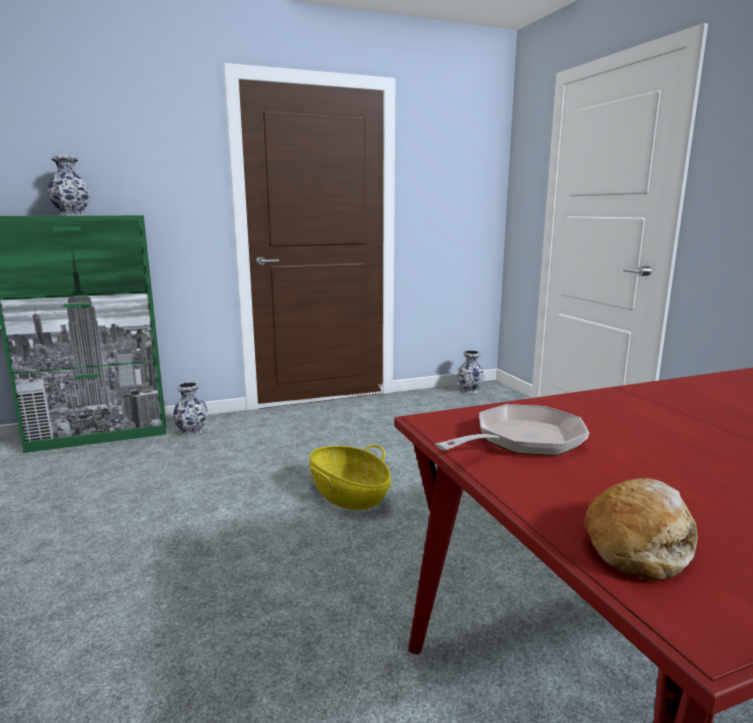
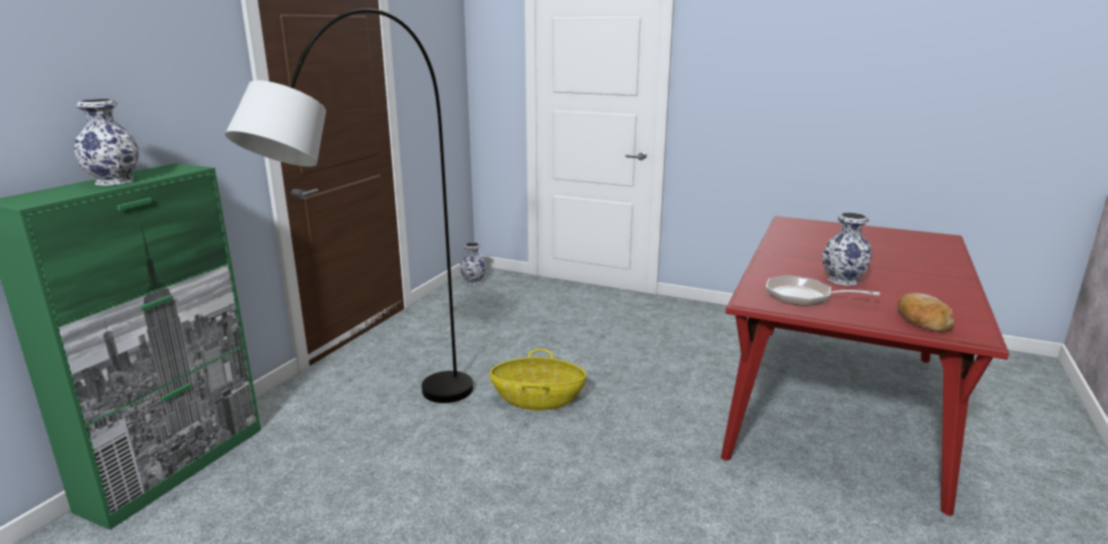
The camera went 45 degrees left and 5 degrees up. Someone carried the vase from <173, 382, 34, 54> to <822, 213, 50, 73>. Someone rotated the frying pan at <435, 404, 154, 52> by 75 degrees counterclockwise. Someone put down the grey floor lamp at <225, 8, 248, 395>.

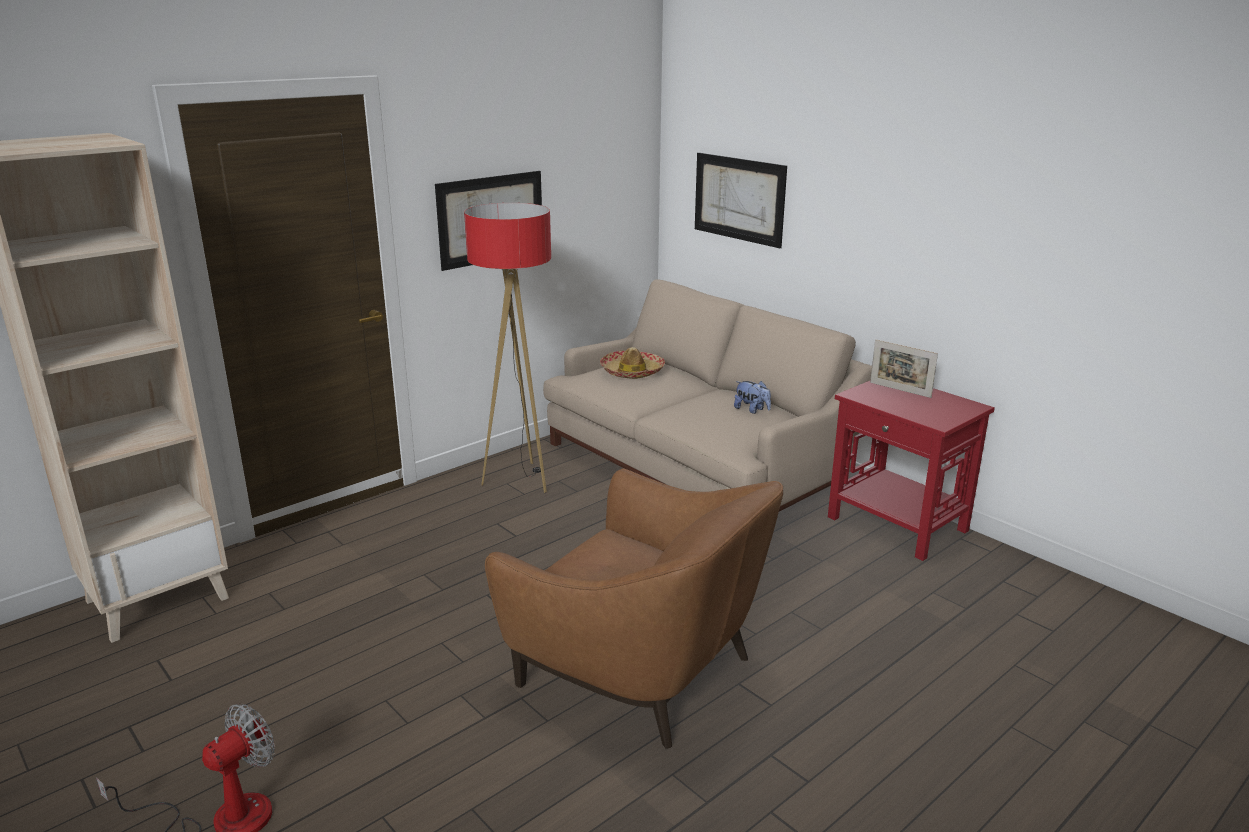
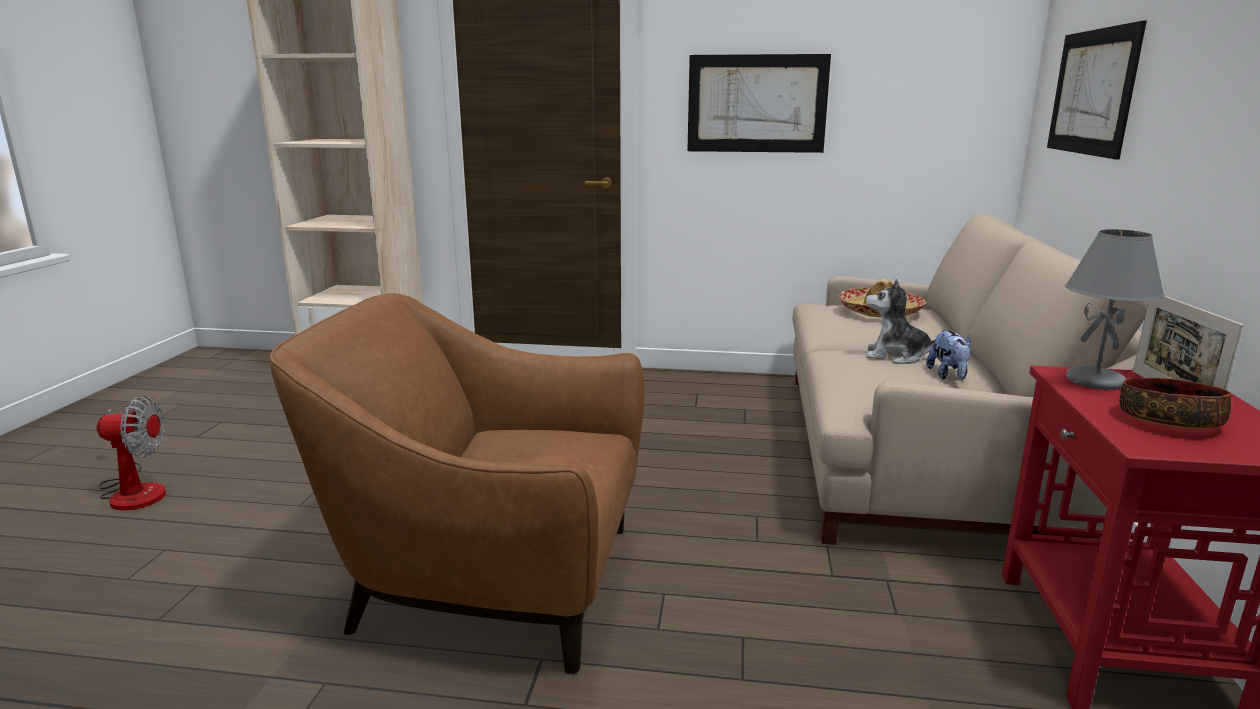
The camera went 50 degrees right and 5 degrees down. Someone took away the floor lamp at <464, 203, 87, 290>. Someone rotated the brown armchair at <485, 469, 298, 280> by 105 degrees clockwise. Someone put down the grey table lamp at <1065, 229, 100, 161>. Someone put down the plush toy at <866, 279, 78, 85>. Someone put down the bowl at <1119, 377, 112, 52>.

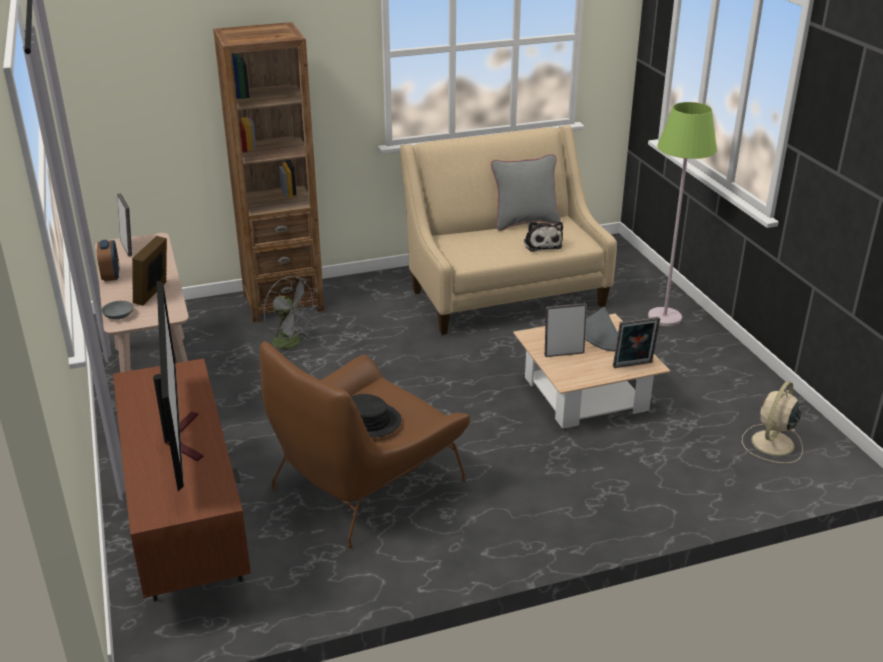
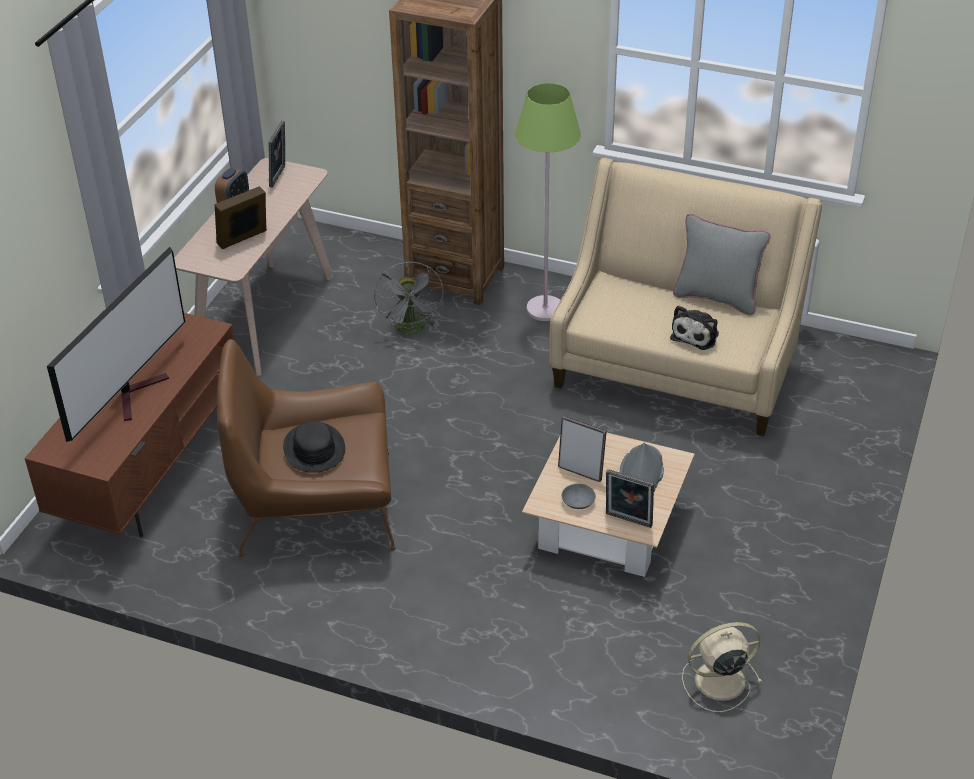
The camera went 40 degrees right and 10 degrees up. Someone carried the green floor lamp from <648, 102, 69, 224> to <515, 83, 66, 238>. Someone carried the grey bowl from <101, 301, 33, 18> to <562, 483, 34, 26>.

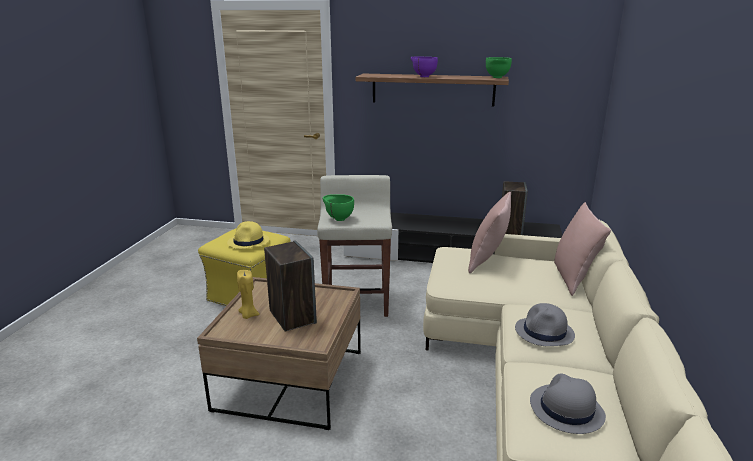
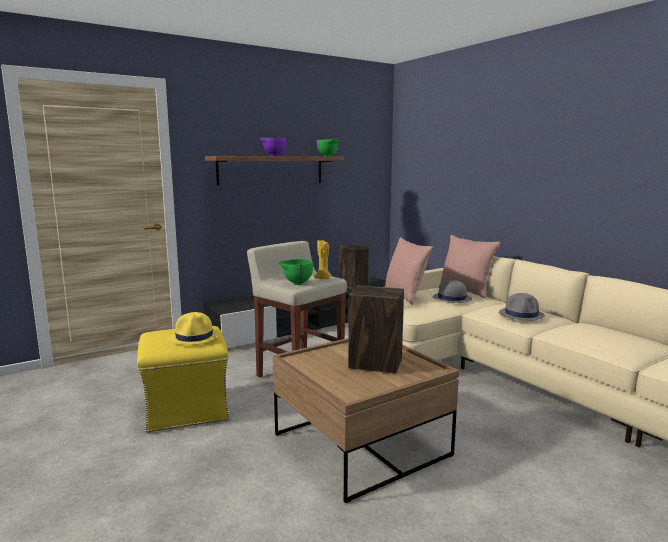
The camera went 45 degrees left and 10 degrees down. Someone carried the yellow candle from <237, 270, 23, 49> to <314, 240, 18, 39>. Someone carried the grey hat from <530, 373, 76, 61> to <433, 280, 39, 23>.

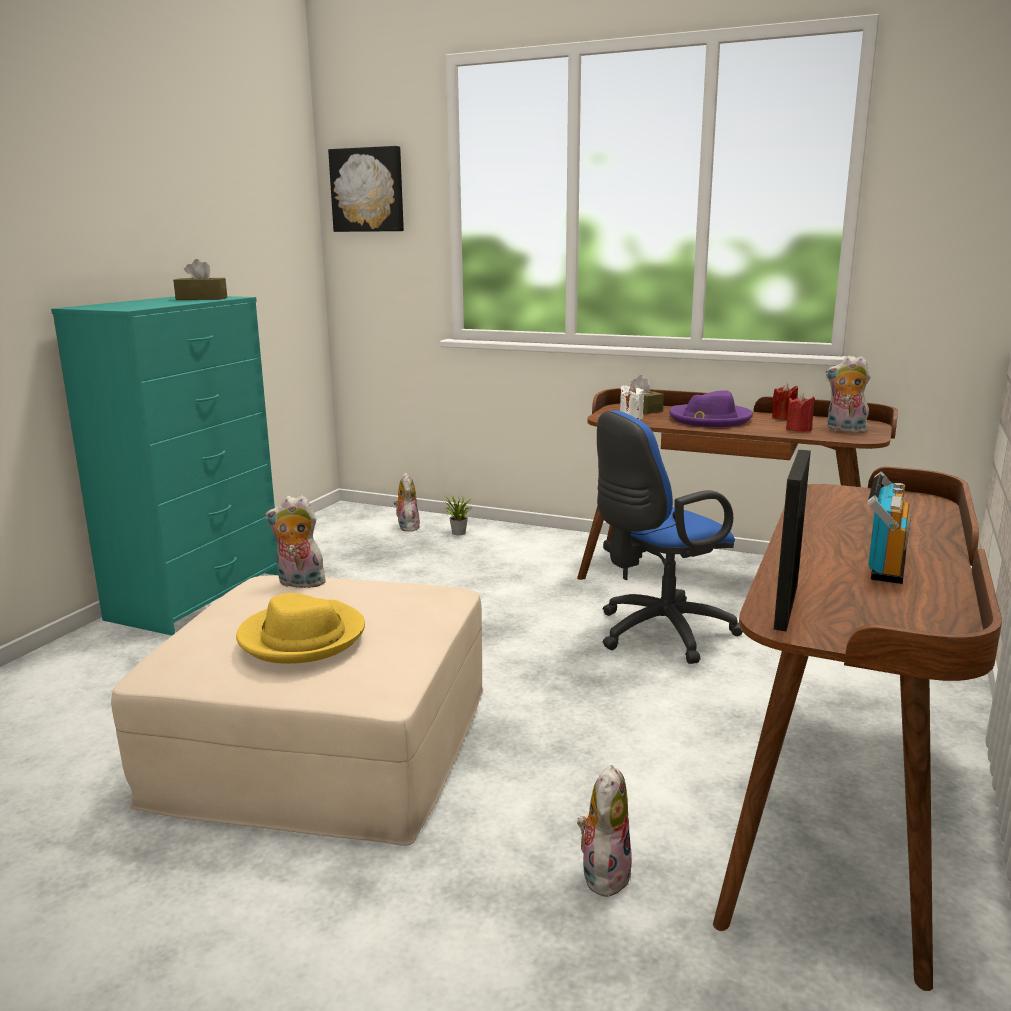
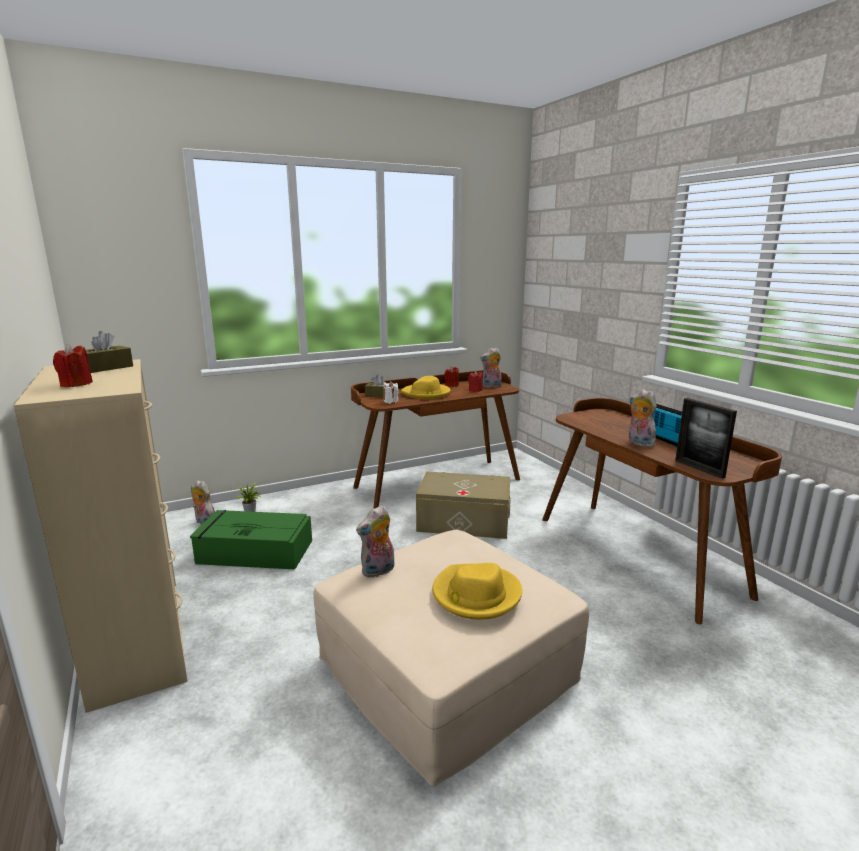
The camera went 50 degrees left and 0 degrees up. Someone took away the picture at <328, 146, 76, 86>. Someone repainted the turquoise dresser at <51, 296, 227, 340>, which became the beige dresser at <14, 359, 174, 354>. Someone repainted the purple hat at <669, 390, 84, 37>, which became the yellow hat at <401, 376, 50, 23>. Someone swapped the blue office chair at <597, 410, 145, 254> for the beige storage box at <416, 471, 95, 68>. Someone carried the plush toy from <575, 765, 57, 135> to <629, 389, 27, 58>. Someone put down the red candle at <53, 344, 40, 43>. Someone put down the green storage box at <190, 510, 122, 60>.

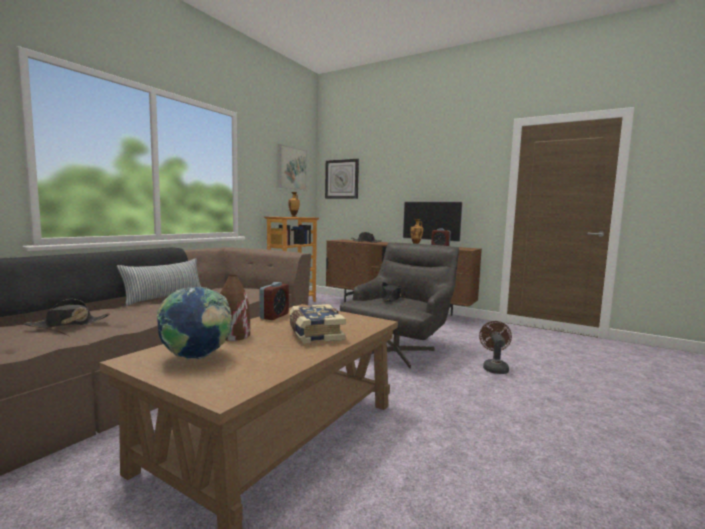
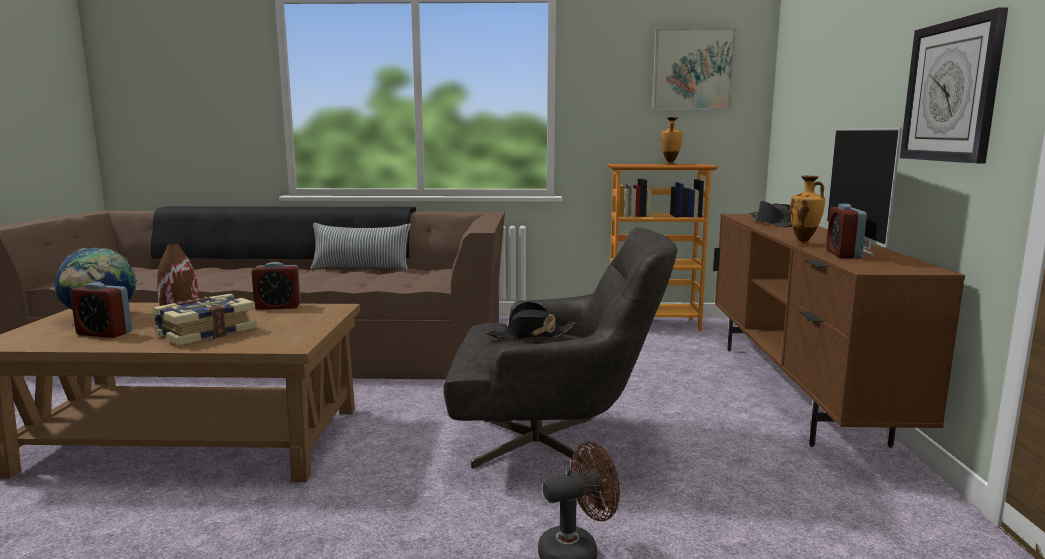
The camera went 60 degrees right and 5 degrees up. Someone carried the wall clock from <325, 159, 34, 40> to <900, 7, 108, 157>. Someone took away the black hat at <24, 299, 86, 29>. Someone put down the alarm clock at <70, 282, 62, 56>.

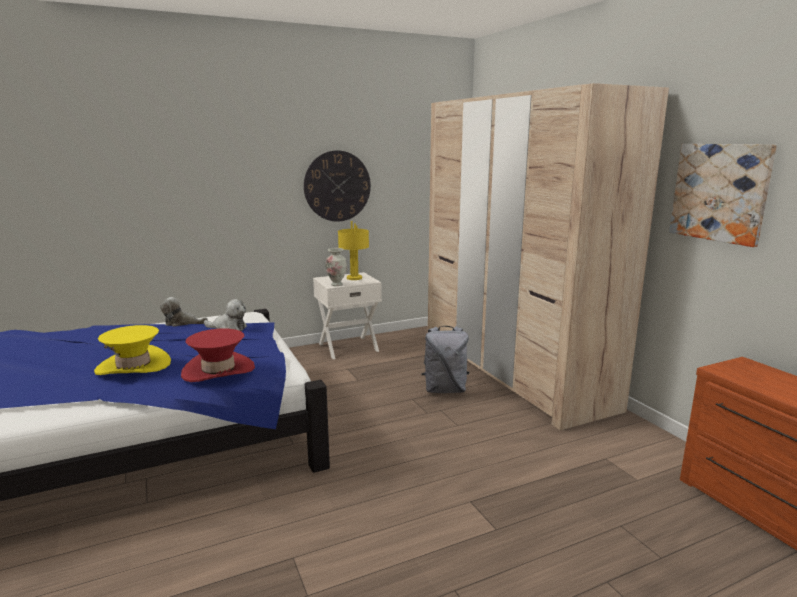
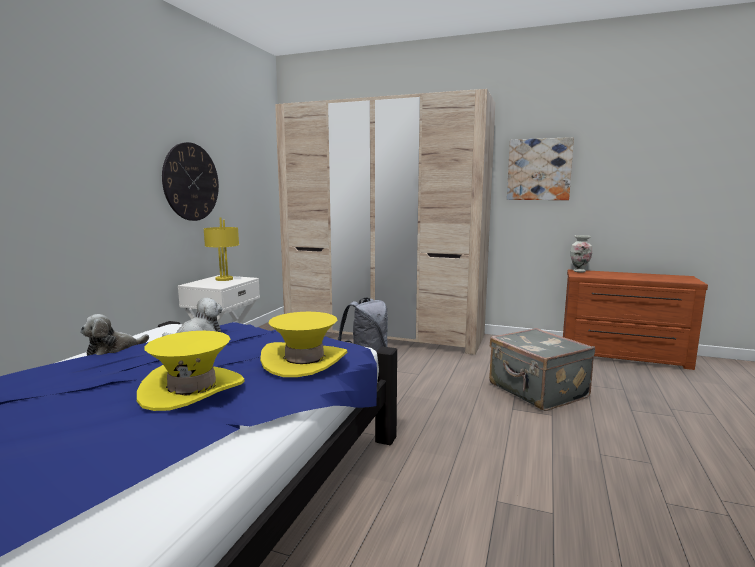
The camera went 45 degrees left and 5 degrees down. Someone carried the vase from <326, 248, 21, 38> to <570, 235, 23, 37>. Someone repainted the red hat at <181, 329, 74, 53>, which became the yellow hat at <260, 312, 88, 65>. Someone put down the grey suitcase at <489, 328, 106, 83>.

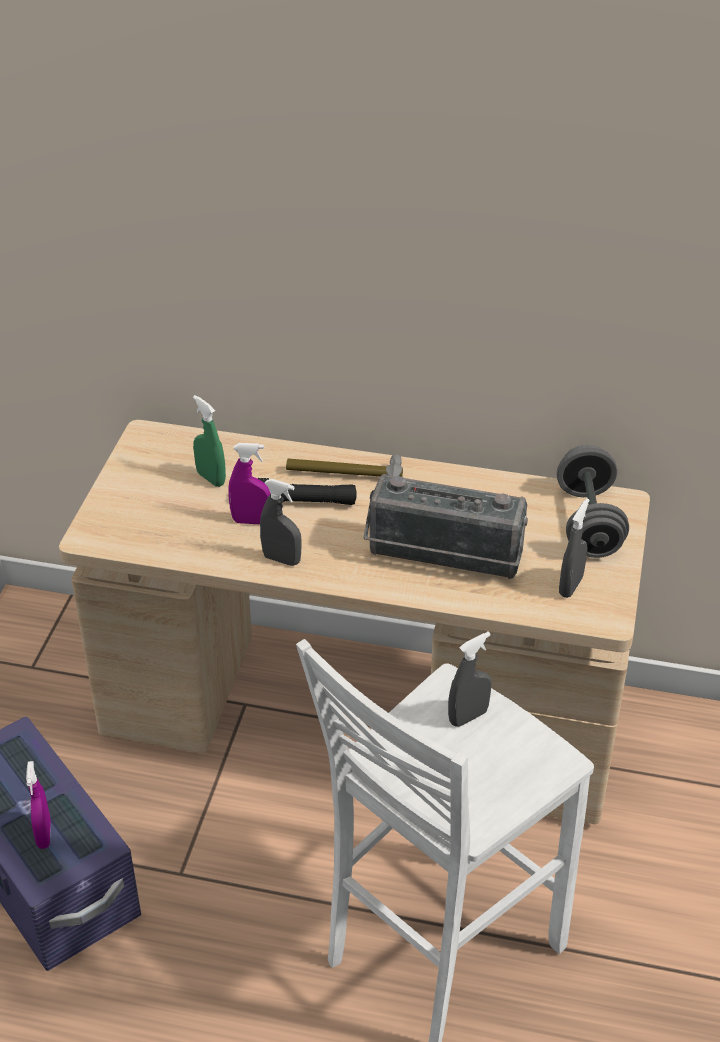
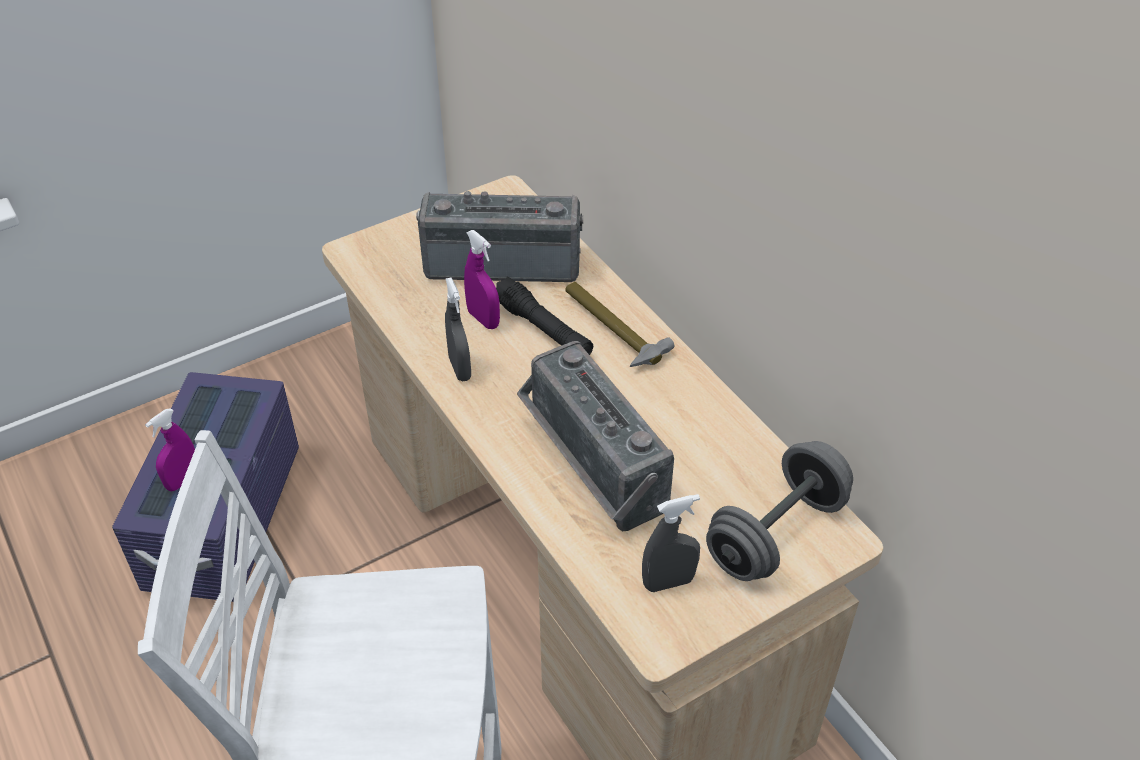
The camera went 45 degrees right and 5 degrees up. Someone swapped the green spray bottle at <193, 395, 33, 92> for the radio at <416, 191, 167, 91>. Someone took away the grey spray bottle at <448, 632, 43, 95>.

